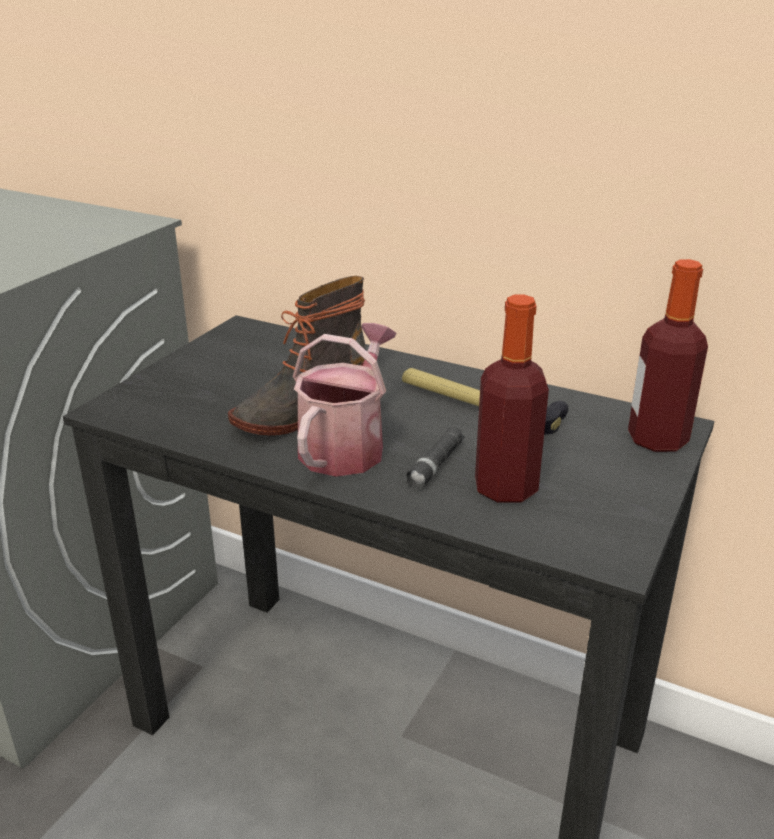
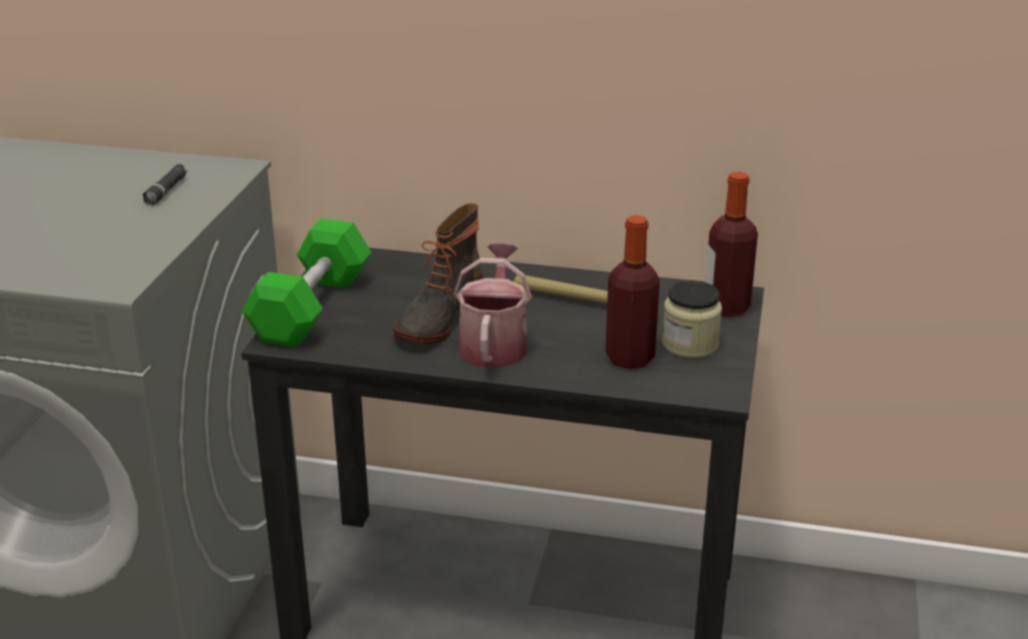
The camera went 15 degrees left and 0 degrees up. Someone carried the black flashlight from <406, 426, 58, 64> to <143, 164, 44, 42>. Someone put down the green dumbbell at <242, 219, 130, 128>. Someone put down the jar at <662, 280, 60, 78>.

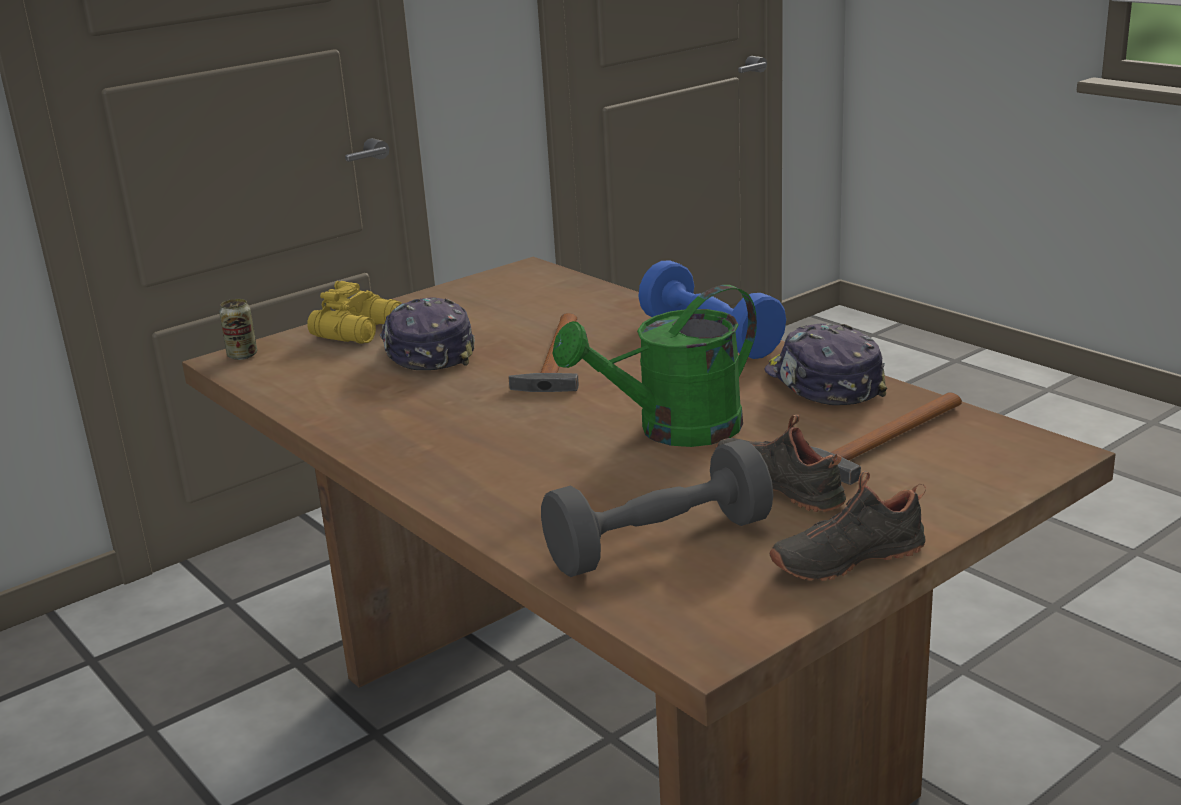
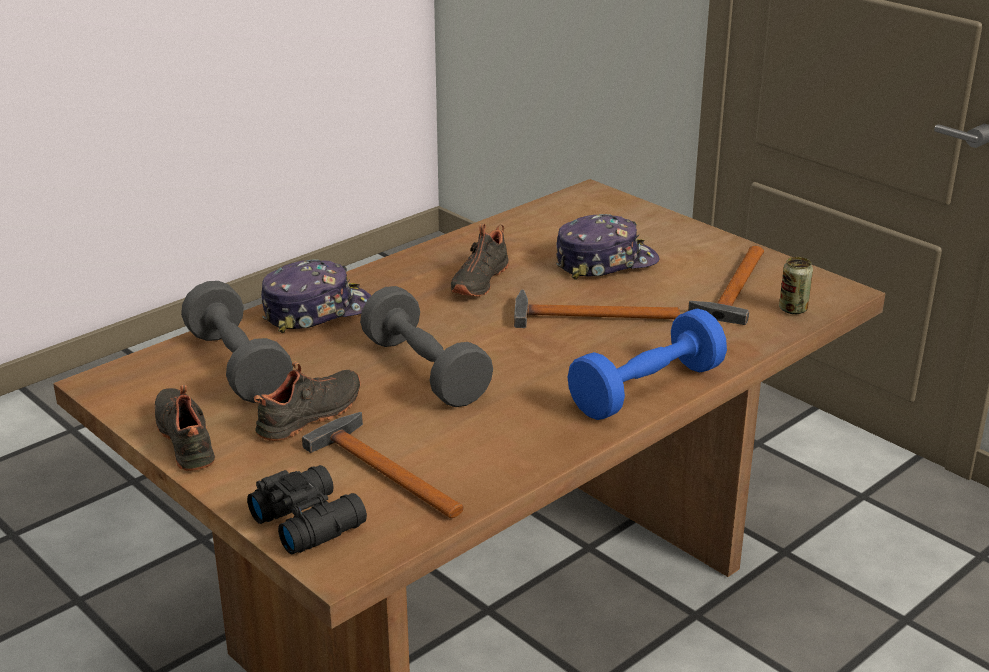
The camera went 85 degrees right and 5 degrees up. Someone took away the yellow binoculars at <307, 281, 95, 63>. Someone swapped the green watering can at <552, 285, 205, 162> for the grey dumbbell at <360, 286, 133, 121>. Someone carried the can from <219, 299, 38, 61> to <779, 257, 34, 57>. Someone carried the cap from <764, 324, 123, 81> to <261, 260, 110, 73>. Someone put down the black shoe at <451, 224, 58, 73>. Someone put down the hammer at <688, 246, 76, 79>. Someone put down the black binoculars at <247, 465, 120, 90>.

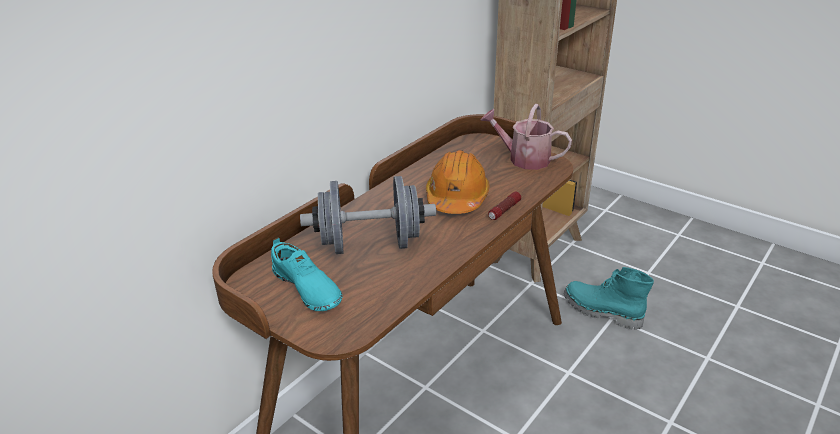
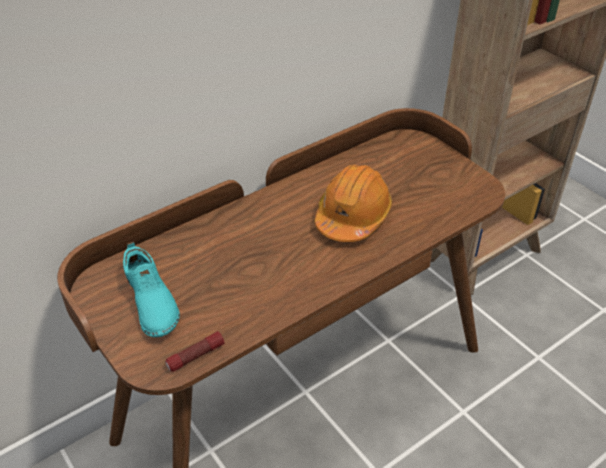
The camera went 15 degrees right and 10 degrees up. Someone took away the watering can at <480, 104, 92, 66>. Someone took away the grey dumbbell at <300, 176, 136, 78>. Someone carried the flashlight from <488, 191, 33, 29> to <165, 331, 60, 41>. Someone took away the turquoise boot at <564, 267, 90, 63>.

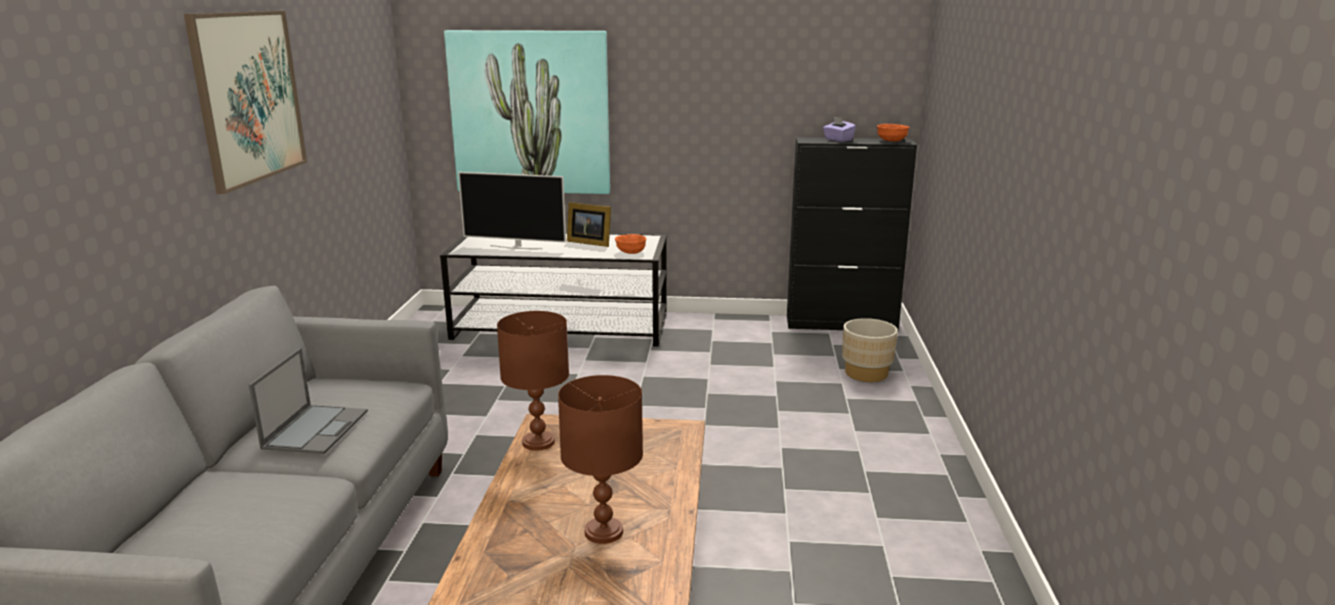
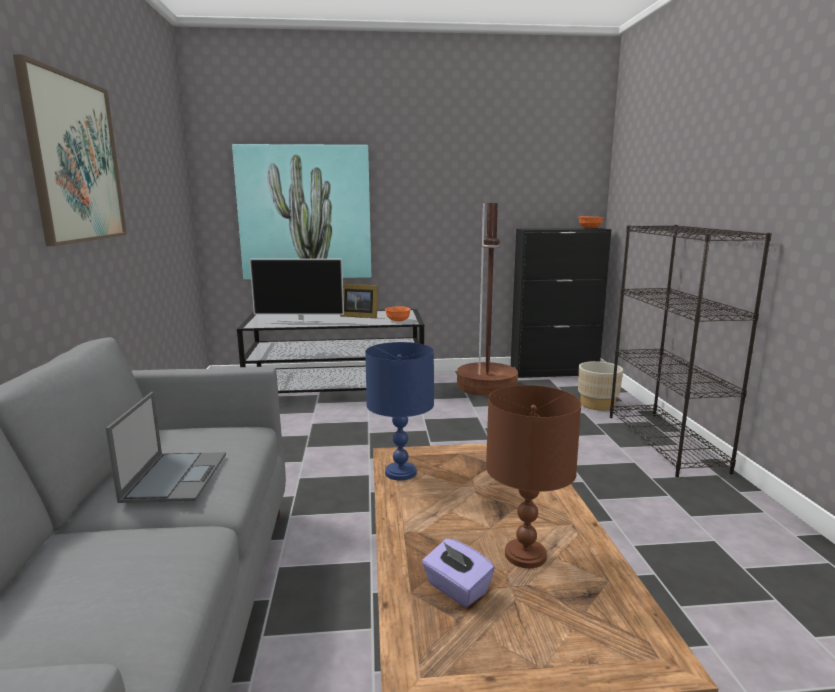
The camera went 10 degrees left and 5 degrees down. Someone carried the purple tissue box from <823, 116, 33, 26> to <422, 538, 73, 69>. Someone repainted the brown table lamp at <497, 311, 72, 140>, which became the blue table lamp at <365, 342, 69, 138>. Someone put down the brown floor lamp at <457, 203, 61, 193>. Someone put down the black bookcase at <610, 225, 162, 252>.

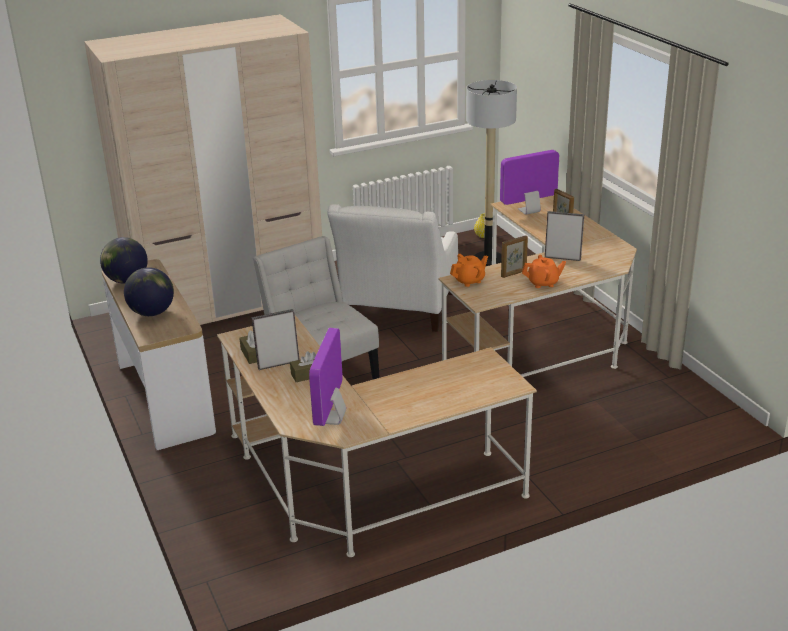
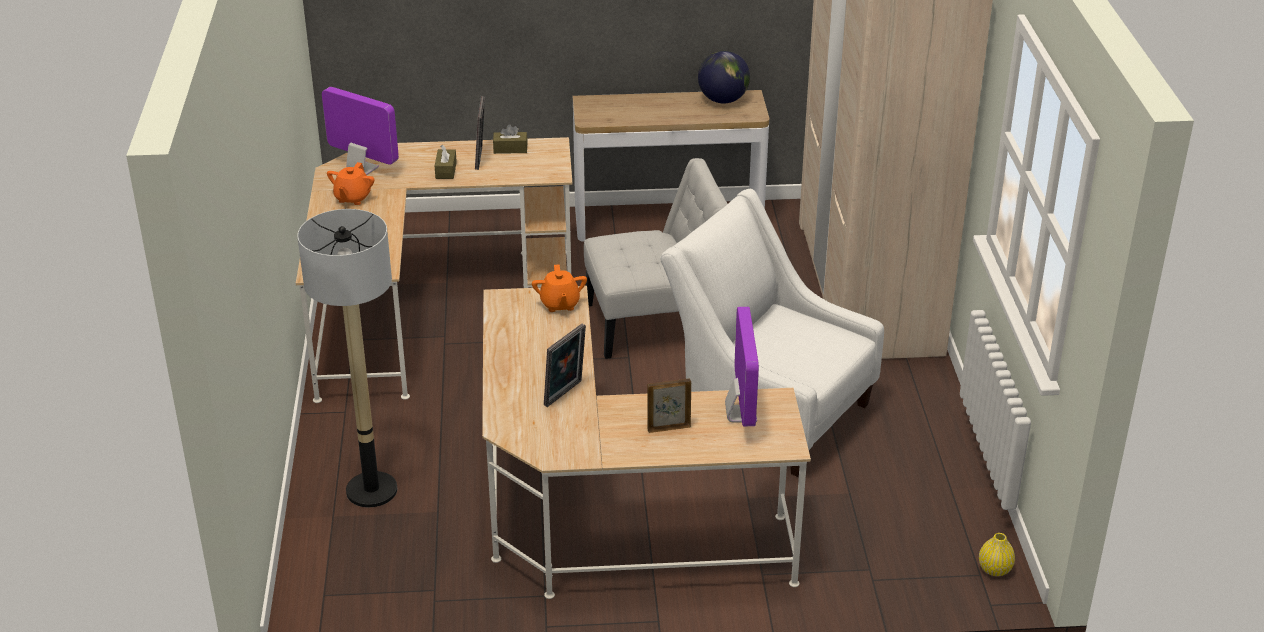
The camera went 110 degrees right and 5 degrees up. Someone carried the floor lamp from <466, 80, 51, 186> to <297, 209, 100, 298>. Someone took away the picture frame at <501, 235, 27, 43>. Someone carried the orange teapot from <522, 254, 44, 34> to <327, 162, 47, 43>. Someone took away the globe at <124, 267, 50, 49>.

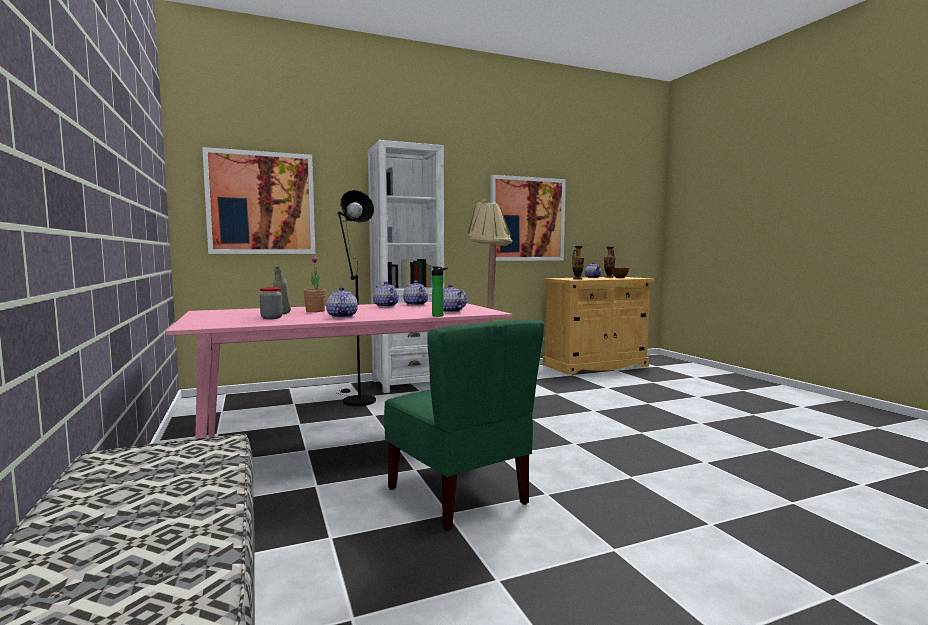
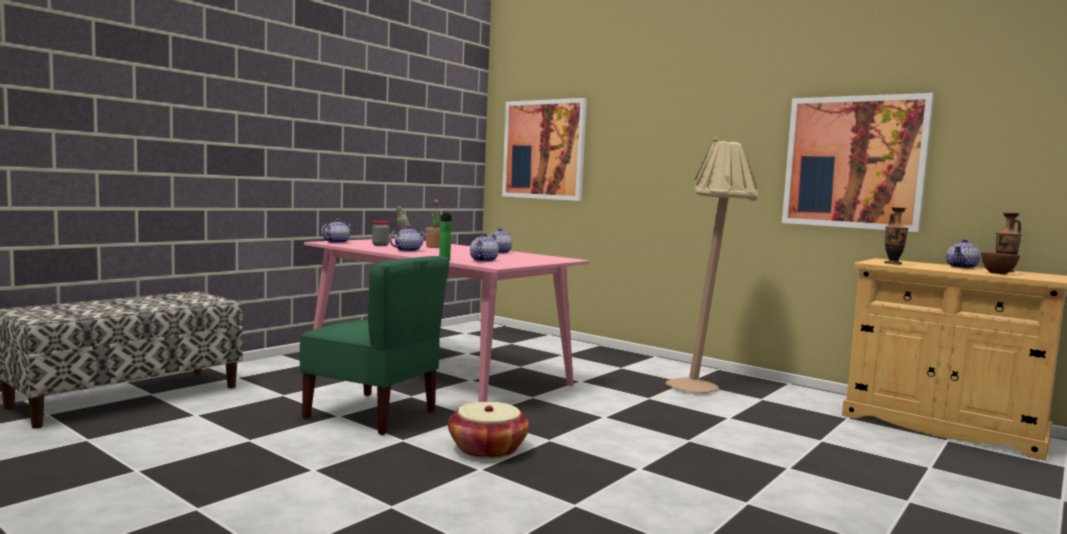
The camera went 60 degrees right and 0 degrees up. Someone took away the white bookcase at <368, 140, 76, 253>. Someone took away the black floor lamp at <337, 190, 39, 216>. Someone carried the teapot from <403, 281, 25, 25> to <321, 219, 32, 24>. Someone rotated the green chair at <384, 319, 161, 212> by 90 degrees counterclockwise. Someone put down the basket at <448, 402, 81, 57>.

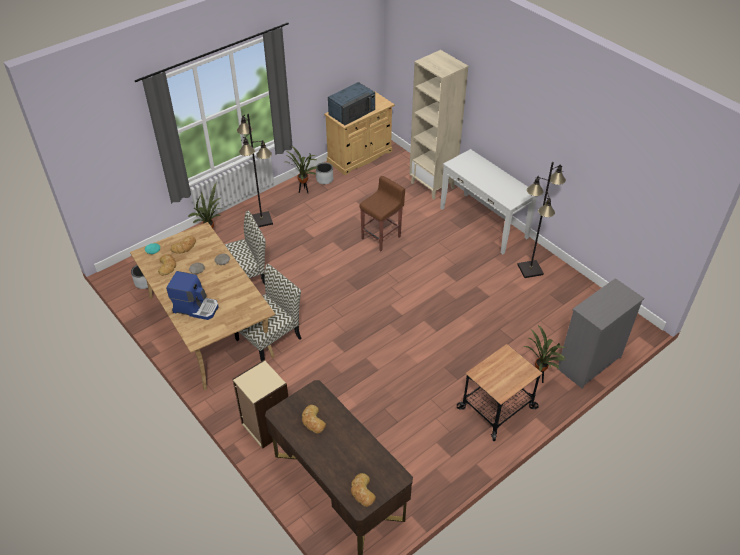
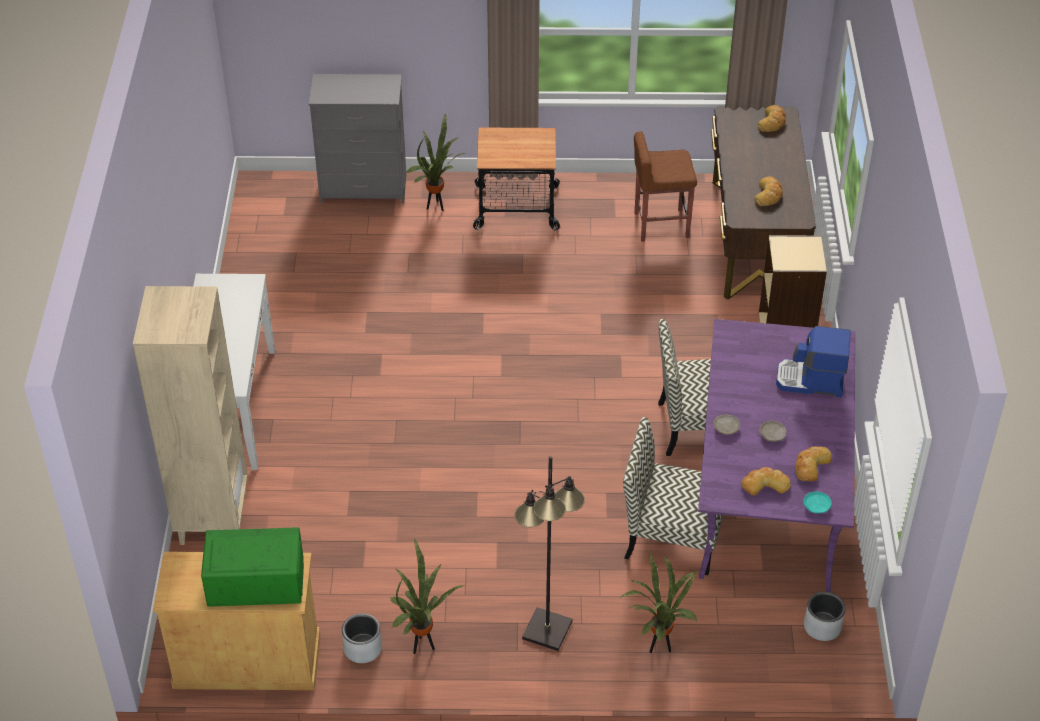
The camera went 140 degrees left and 0 degrees up. Someone repainted the blue microwave at <328, 82, 47, 43>, which became the green microwave at <201, 527, 103, 80>. Someone took away the black floor lamp at <517, 162, 49, 116>. Someone carried the brown stool from <360, 176, 45, 75> to <634, 131, 63, 111>. Someone repainted the beige dining table at <130, 222, 145, 169>, which became the purple dining table at <698, 319, 157, 273>. Someone rotated the coffee machine at <166, 271, 53, 49> by 45 degrees counterclockwise.

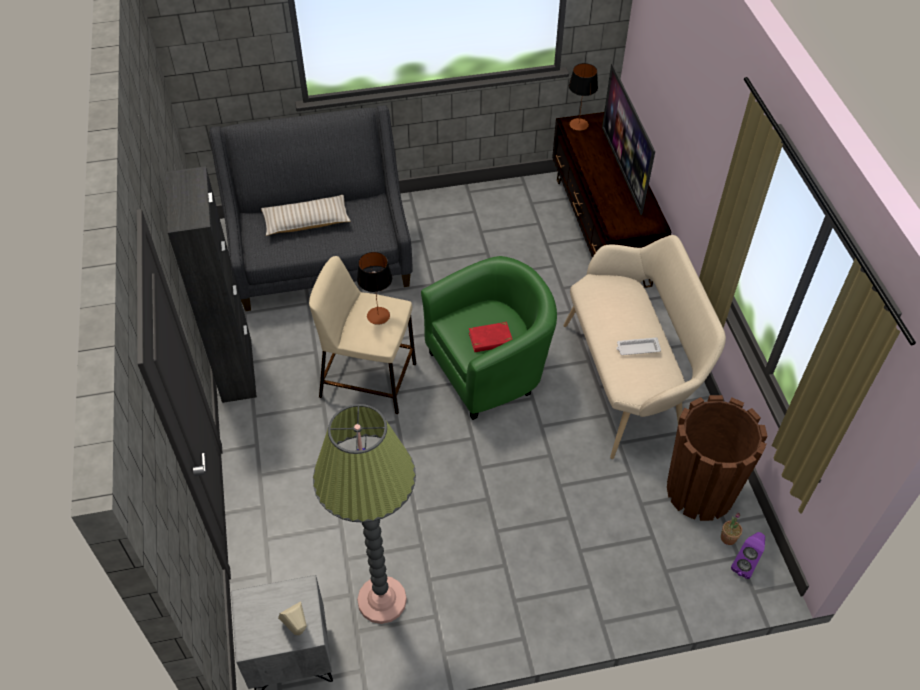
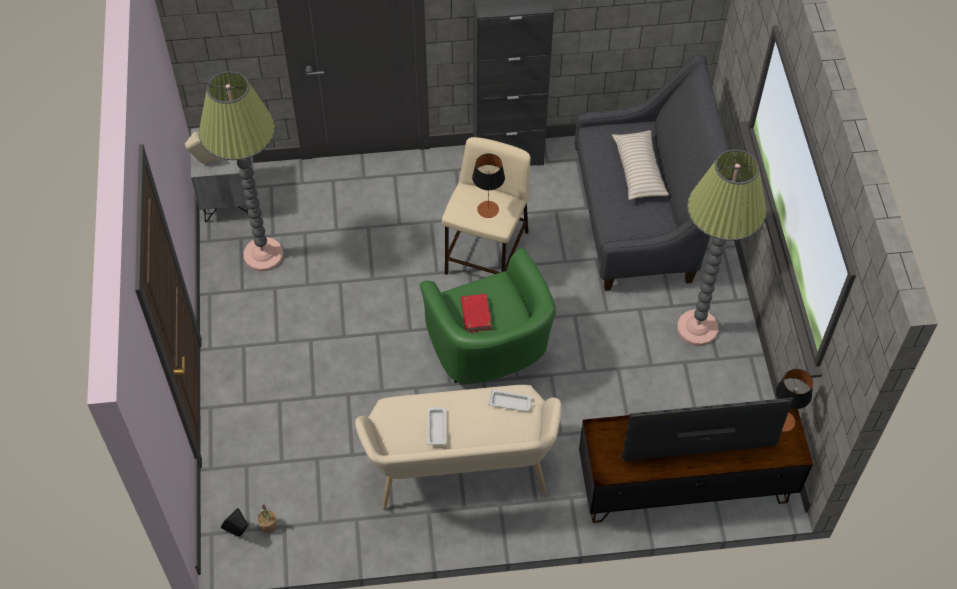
The camera went 95 degrees right and 5 degrees up. Someone took away the brown planter at <667, 395, 101, 126>. Someone repainted the purple speaker at <731, 532, 34, 47>, which became the black speaker at <220, 508, 28, 28>. Someone put down the floor lamp at <677, 150, 90, 196>. Someone put down the white tray at <488, 390, 44, 22>.

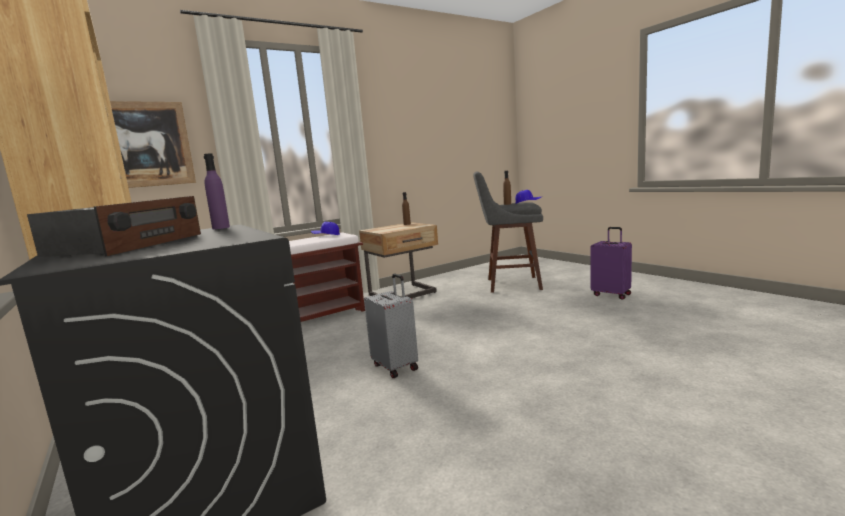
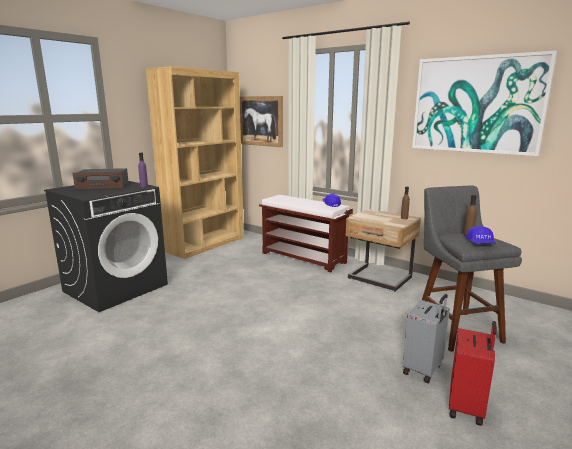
The camera went 70 degrees right and 5 degrees up. Someone repainted the purple suitcase at <590, 227, 42, 73>, which became the red suitcase at <449, 321, 48, 105>. Someone carried the grey suitcase from <364, 273, 54, 105> to <403, 294, 47, 89>. Someone put up the picture at <412, 51, 145, 105>.

